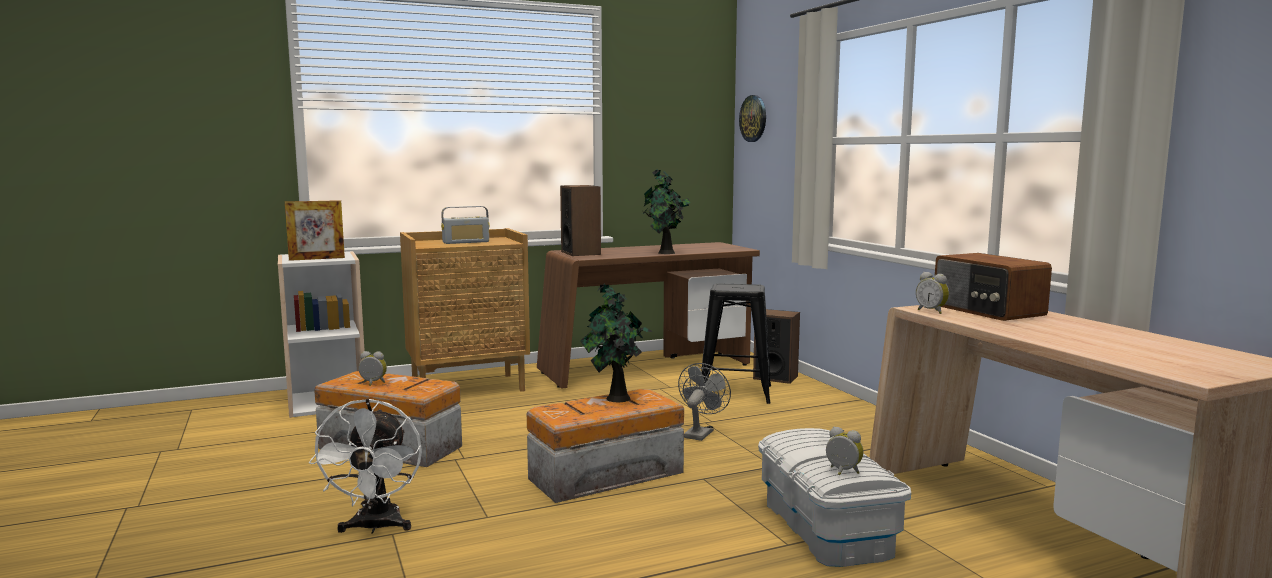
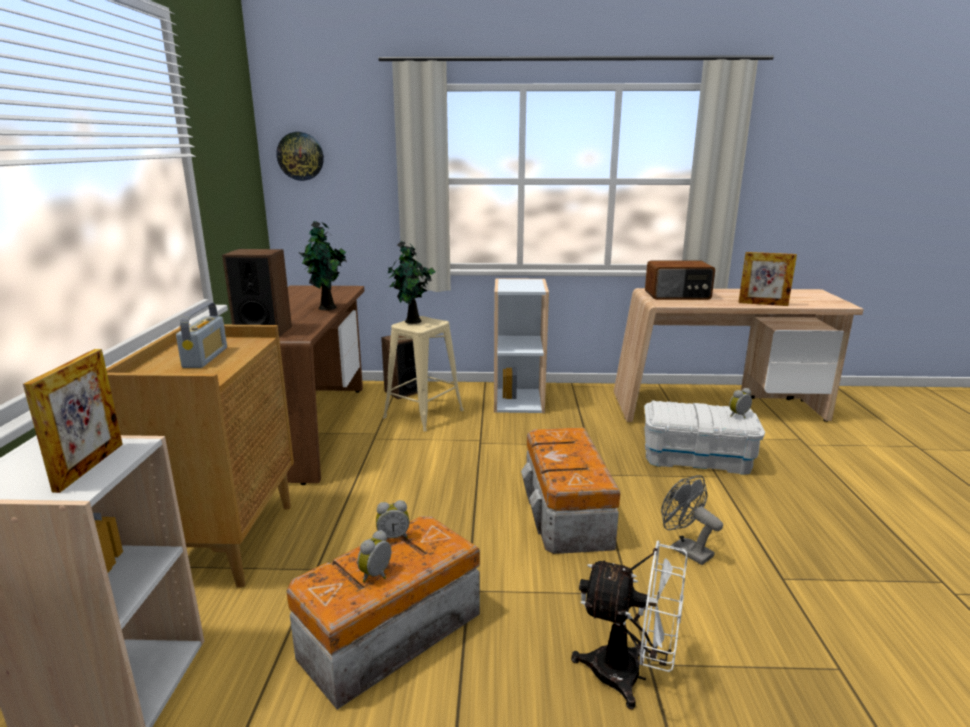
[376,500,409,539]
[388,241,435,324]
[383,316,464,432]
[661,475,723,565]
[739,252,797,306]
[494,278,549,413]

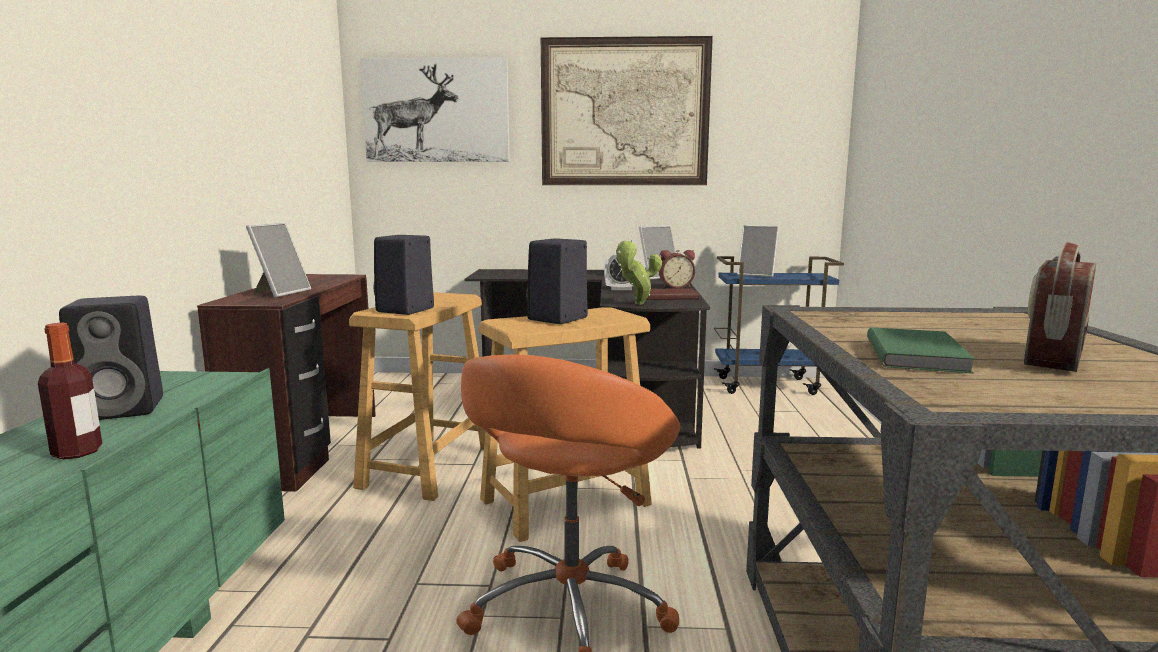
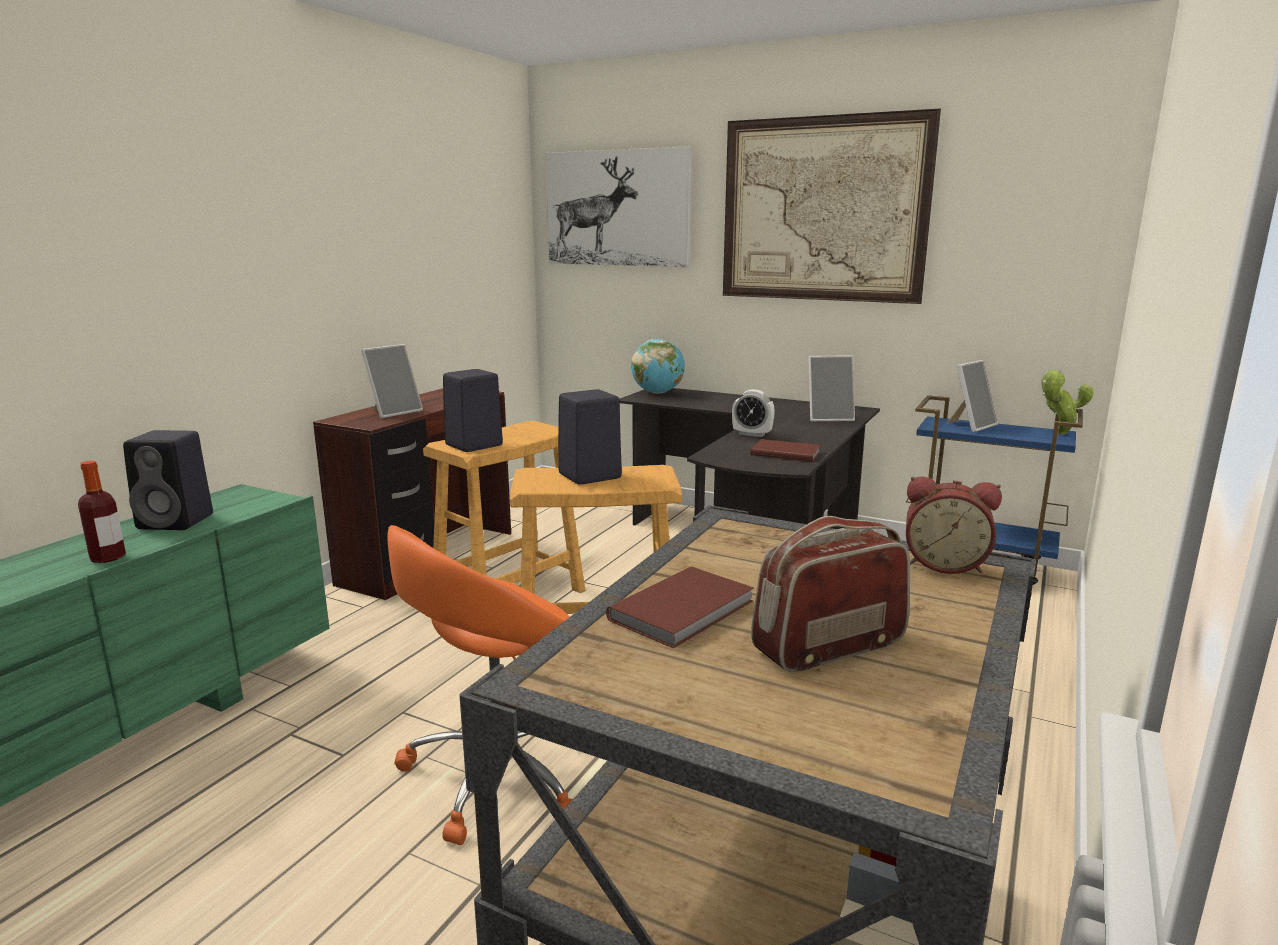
[947,360,998,432]
[1042,370,1094,435]
[906,476,1002,574]
[606,566,754,648]
[631,339,685,394]

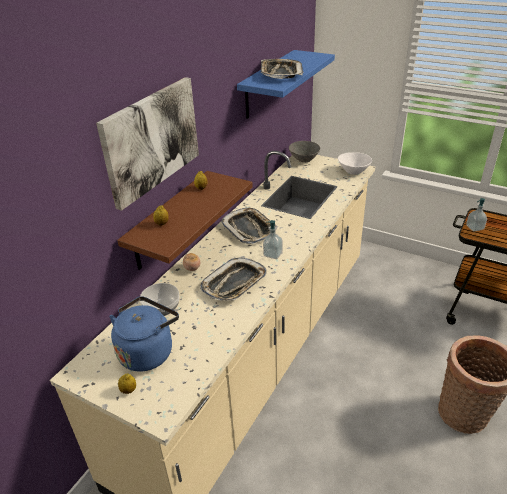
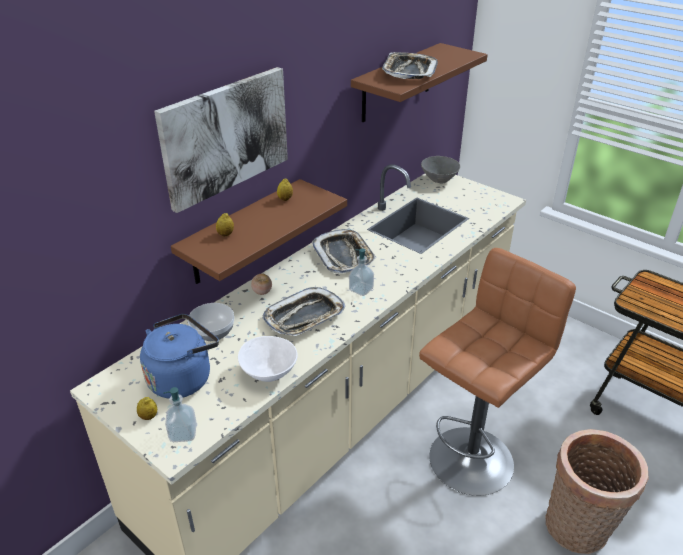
[351,43,488,122]
[238,336,298,382]
[163,387,197,442]
[419,248,576,496]

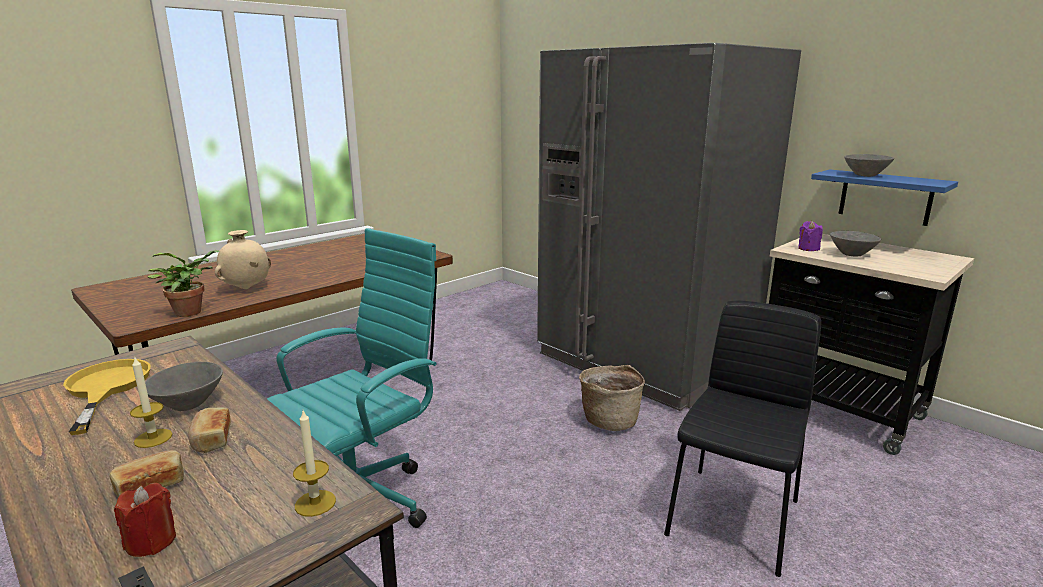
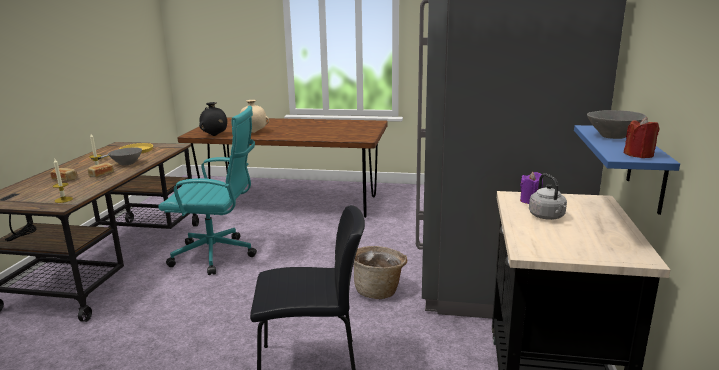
[529,174,567,220]
[199,102,228,136]
[624,117,660,158]

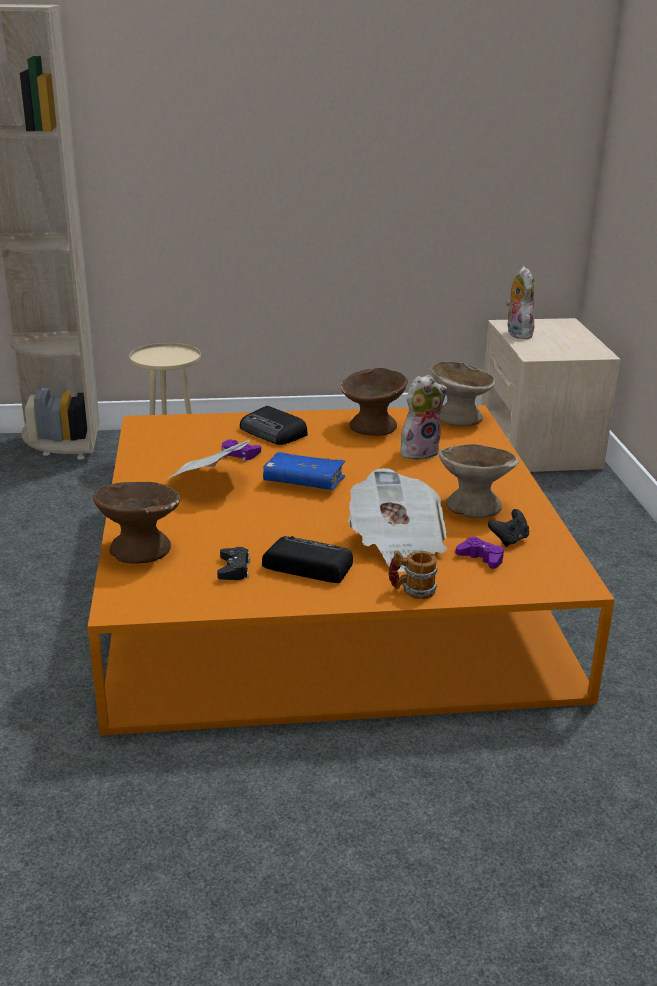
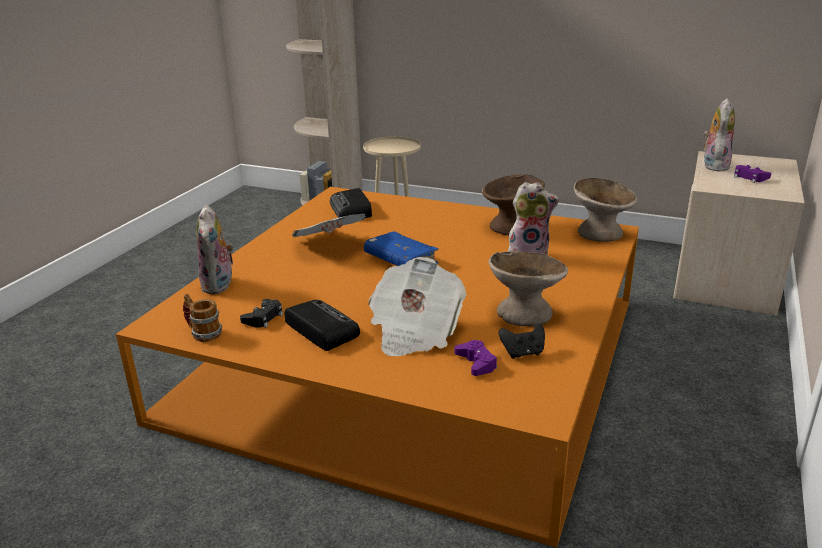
[330,188,372,218]
[734,165,771,183]
[196,205,234,294]
[183,294,222,342]

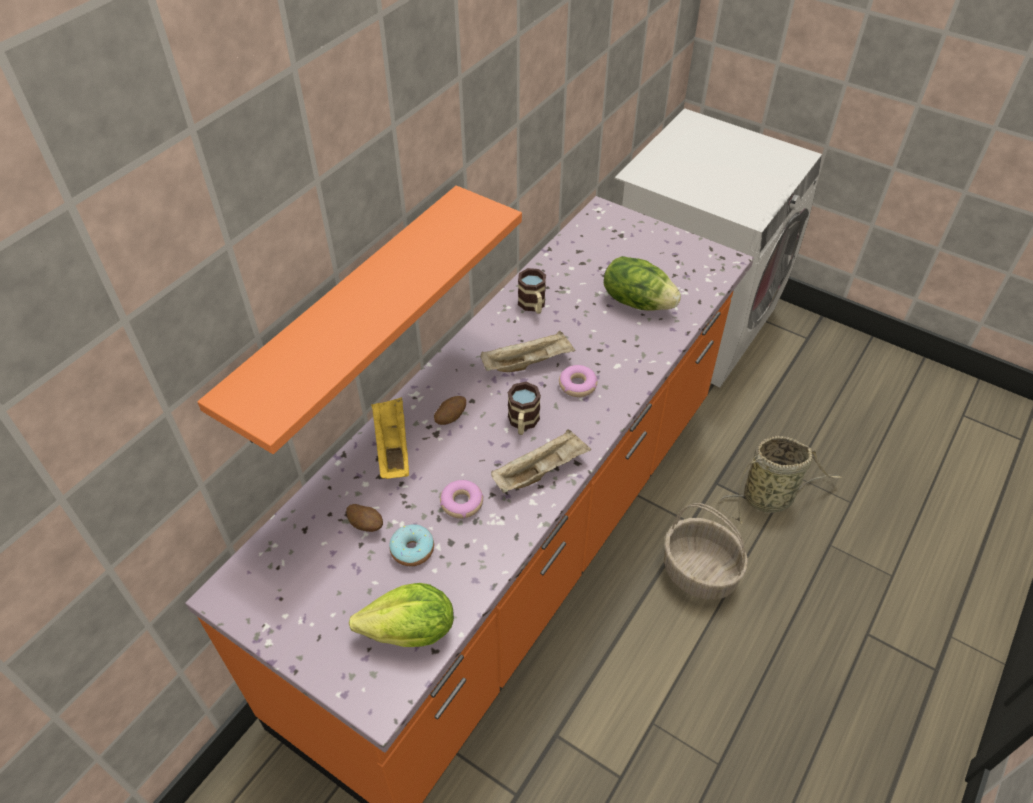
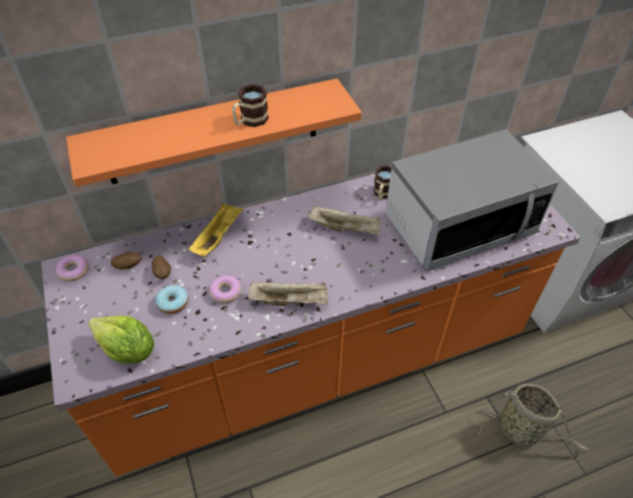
[386,129,559,271]
[56,255,89,281]
[232,84,269,127]
[111,252,142,270]
[664,503,748,600] (first image)

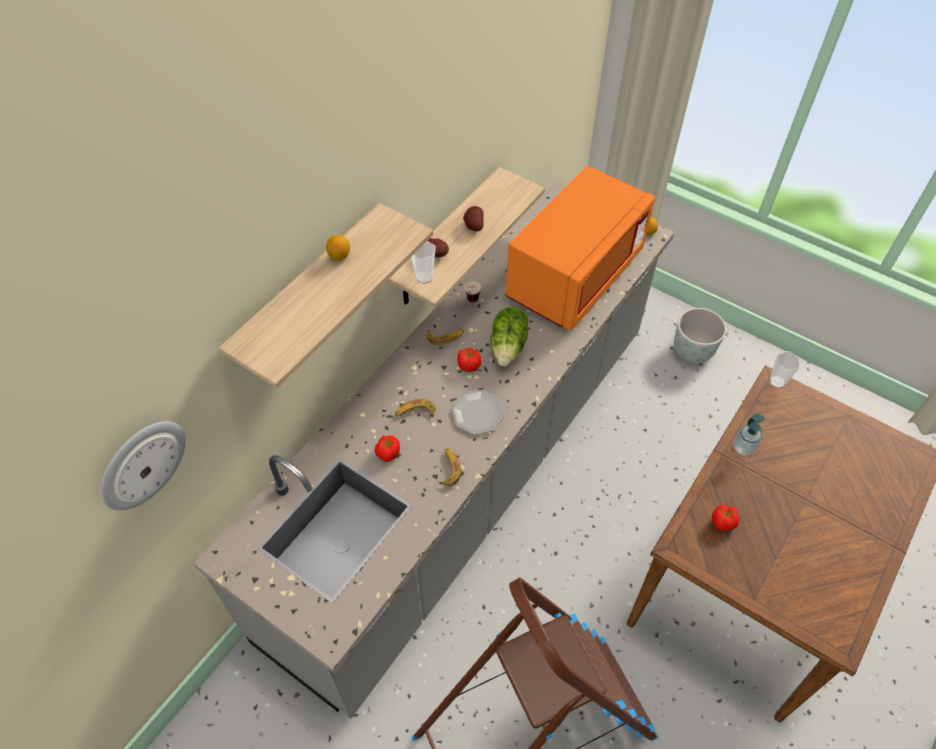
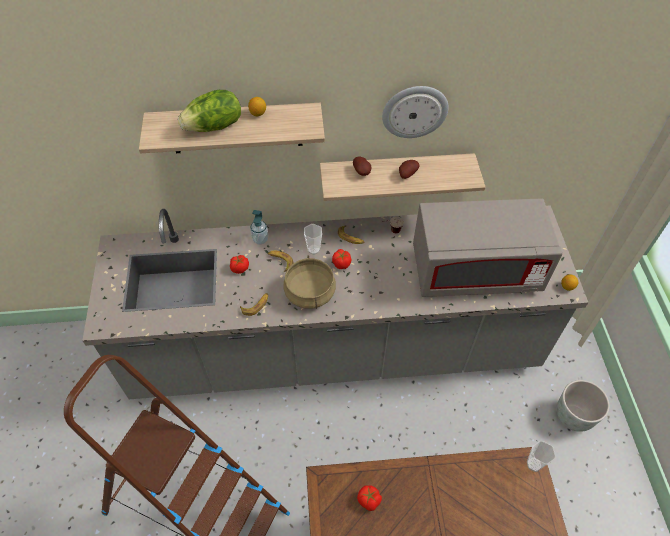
[413,199,563,297]
[304,224,322,255]
[178,90,241,132]
[283,255,336,309]
[250,210,268,245]
[382,86,449,138]

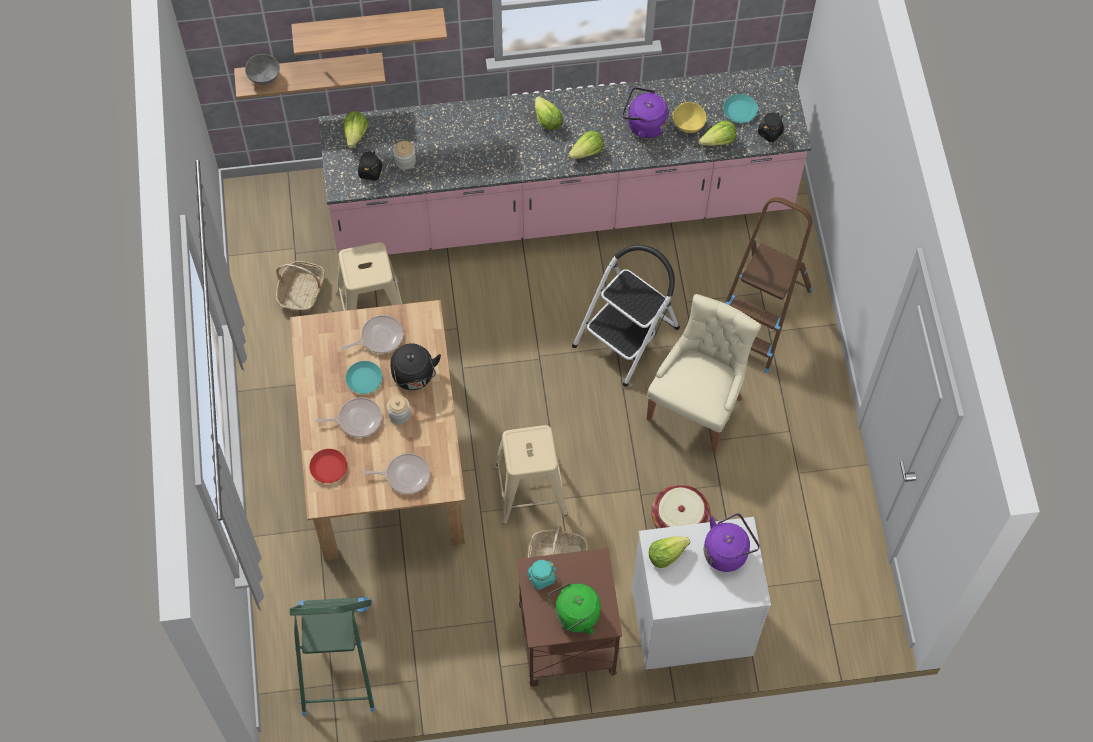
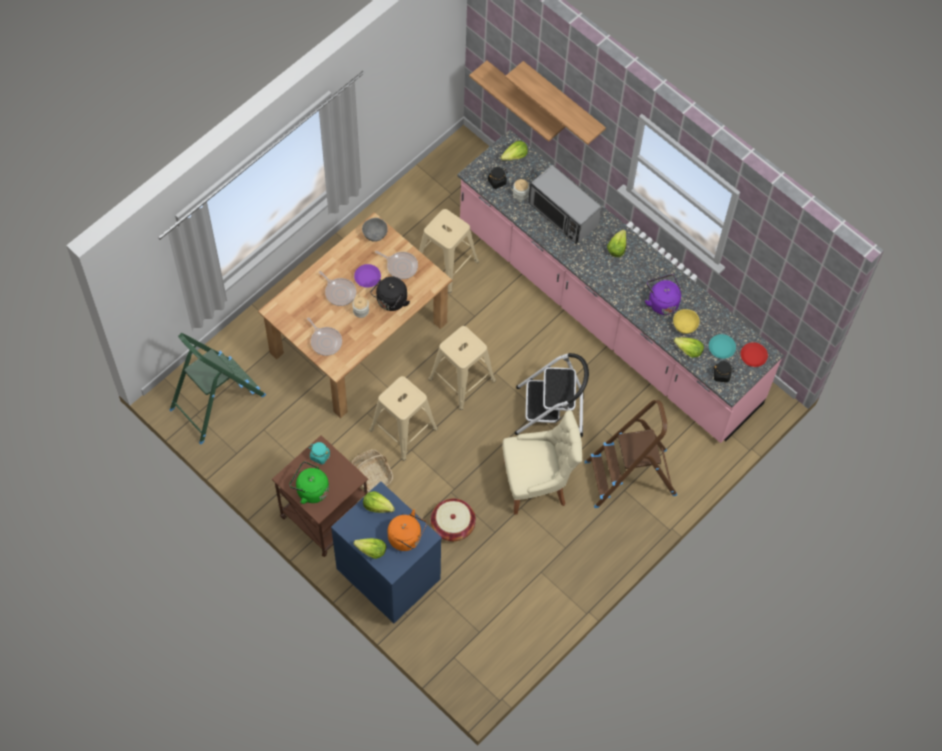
[362,218,388,242]
[354,538,386,559]
[276,261,324,313] (first image)
[354,264,381,288]
[740,342,768,367]
[388,509,427,551]
[331,481,442,624]
[528,165,602,244]
[428,326,496,410]

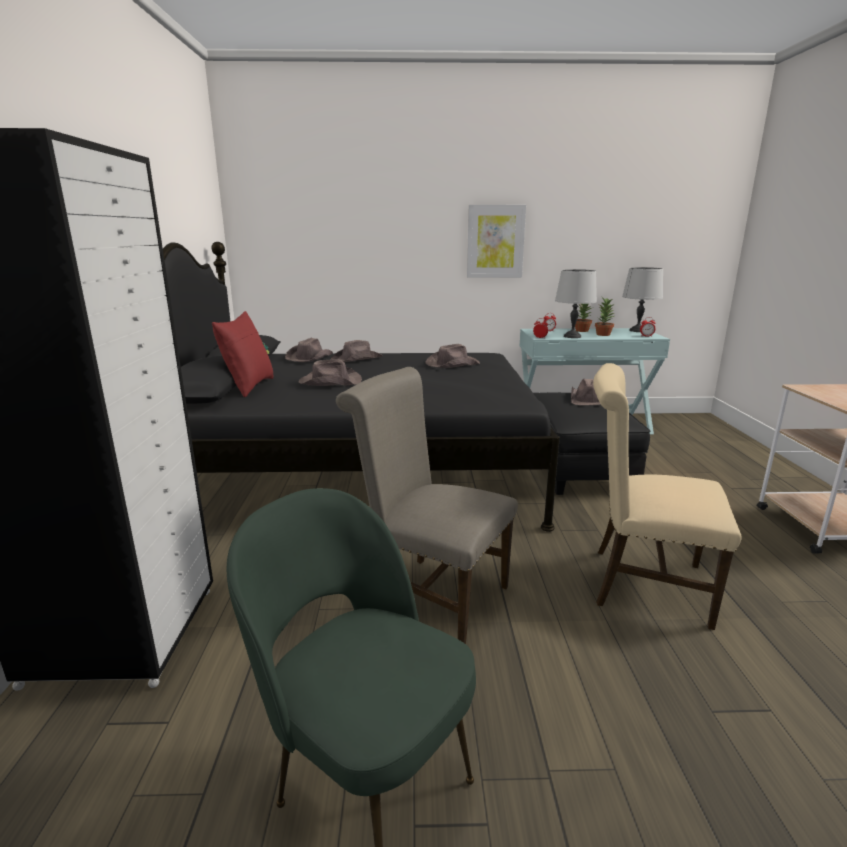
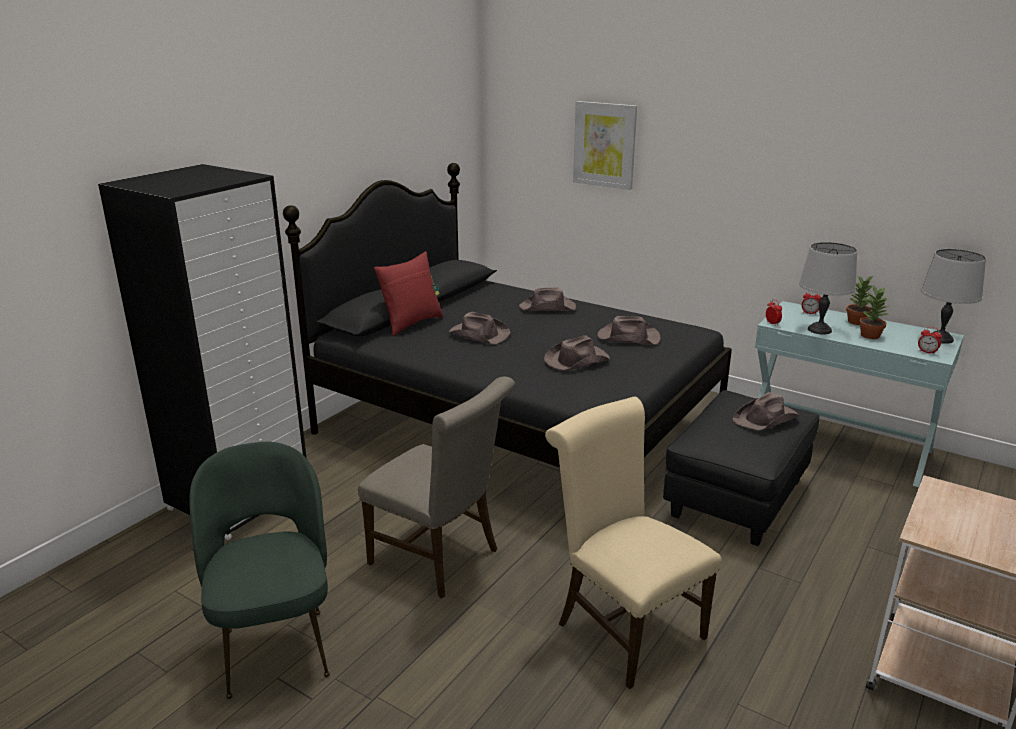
[573,101,637,190]
[544,335,610,370]
[358,377,515,598]

